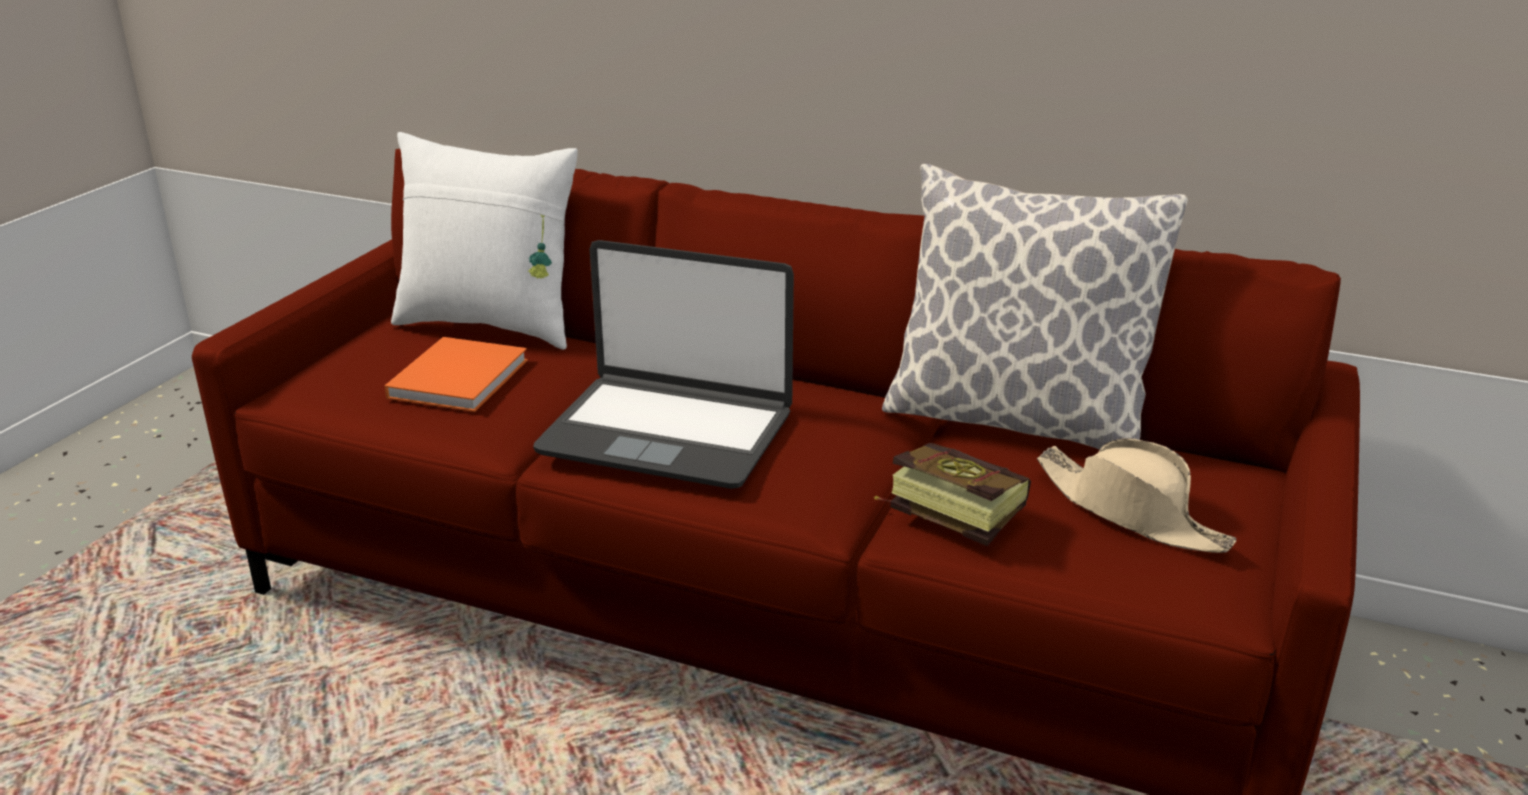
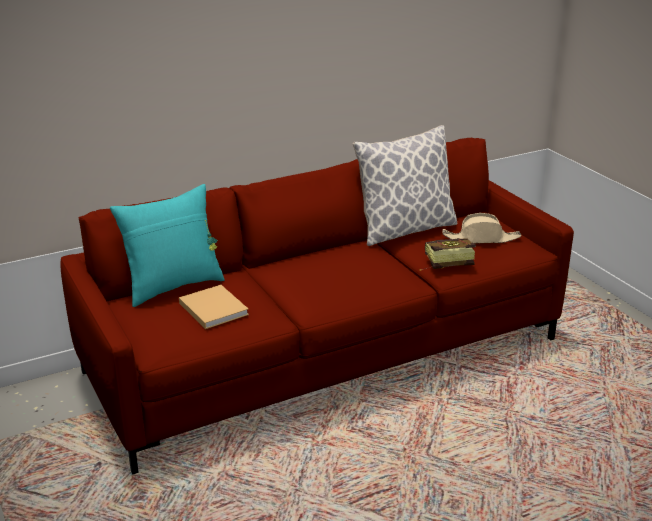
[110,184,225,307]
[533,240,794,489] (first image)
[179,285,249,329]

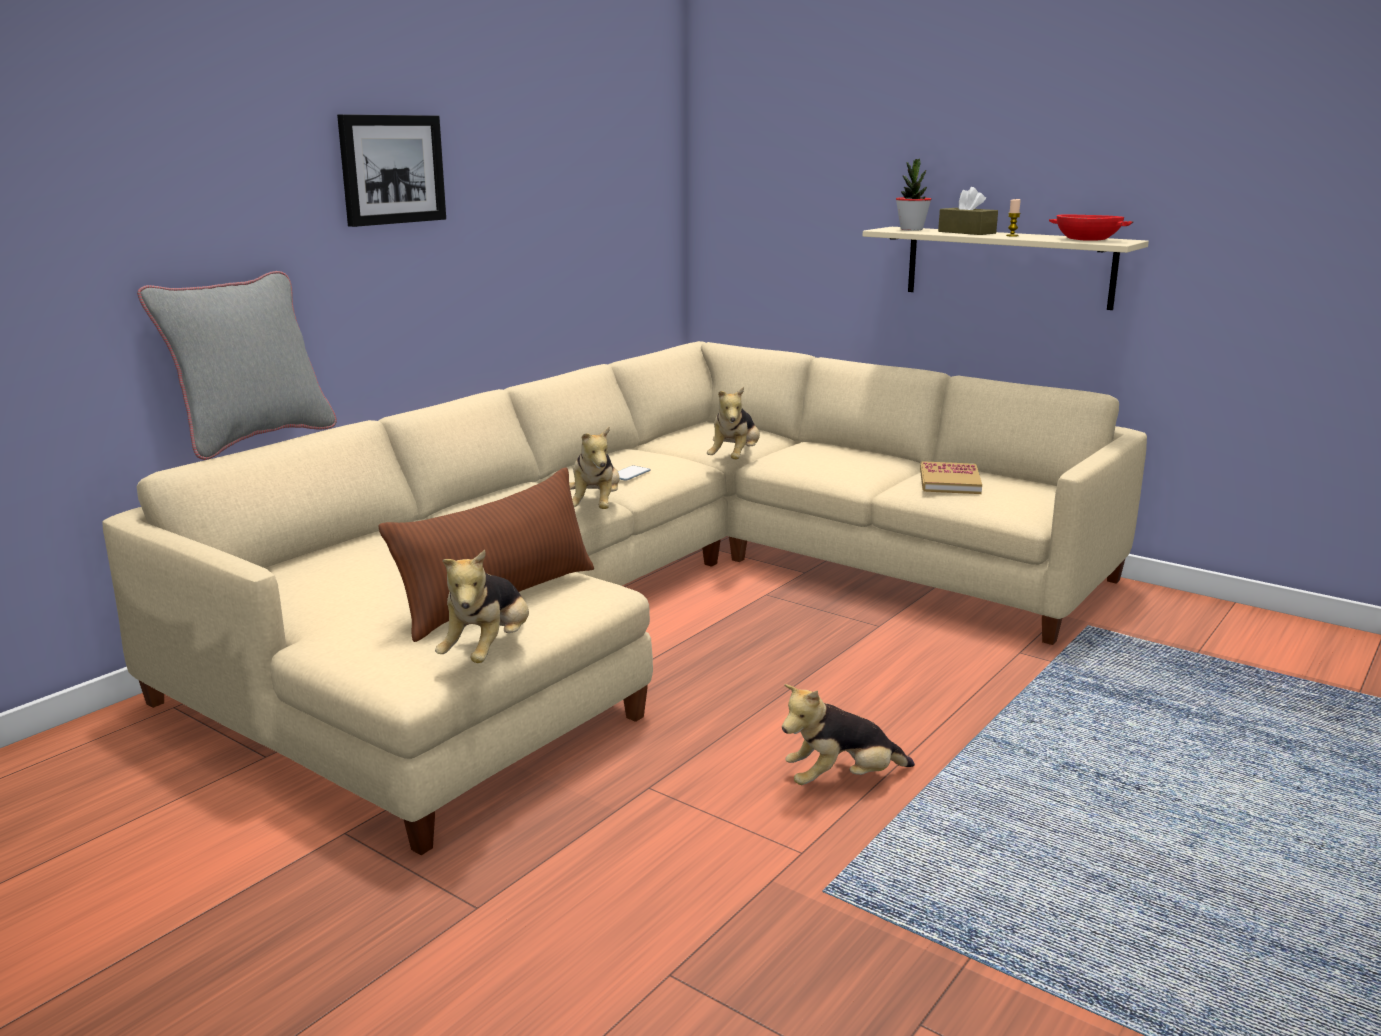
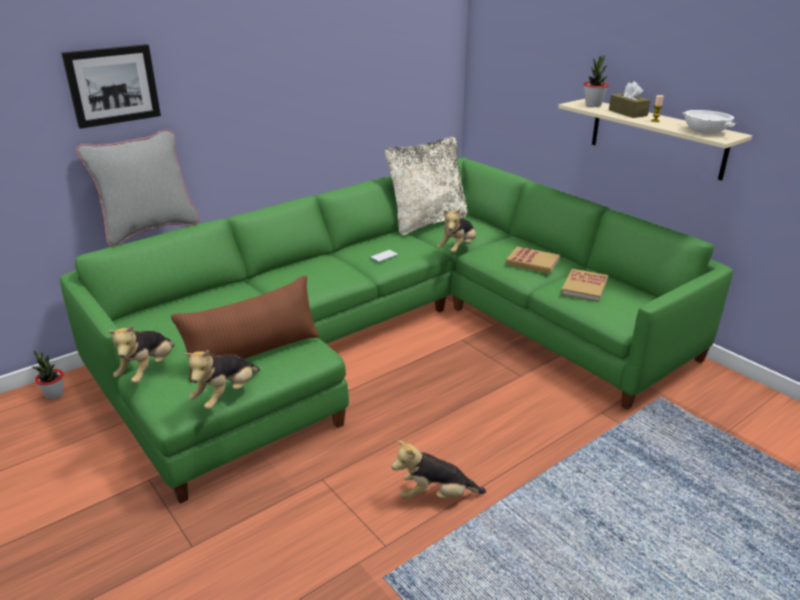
[62,44,161,129]
[682,110,737,134]
[60,157,733,504]
[107,325,174,384]
[385,136,467,235]
[506,247,560,274]
[32,350,64,399]

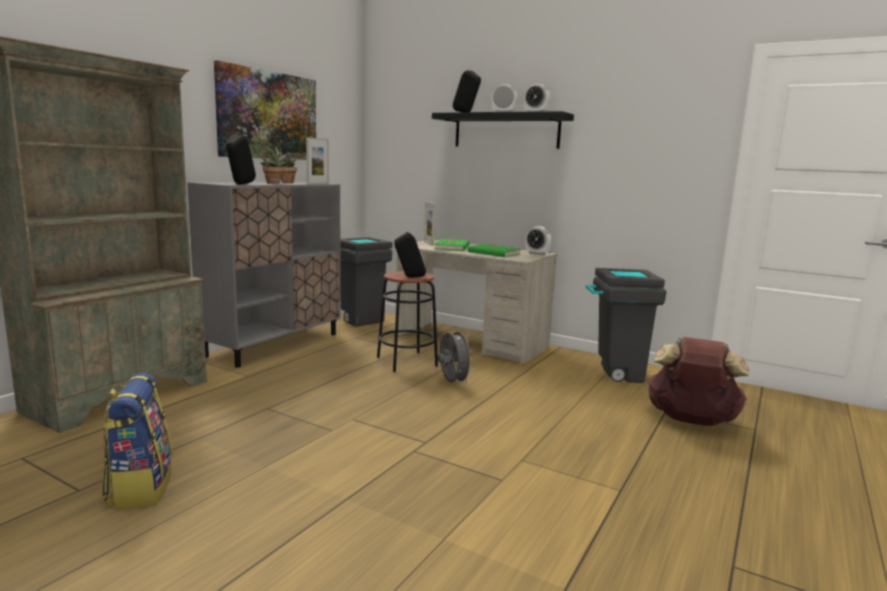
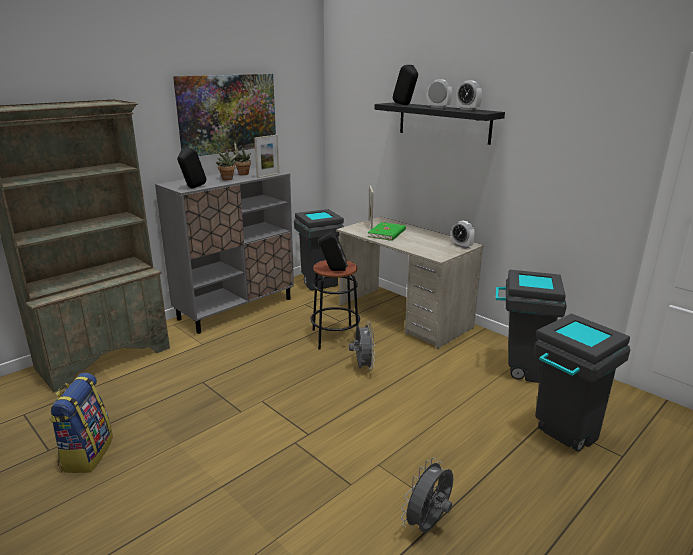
[468,244,521,257] (first image)
[534,314,630,452]
[401,457,453,533]

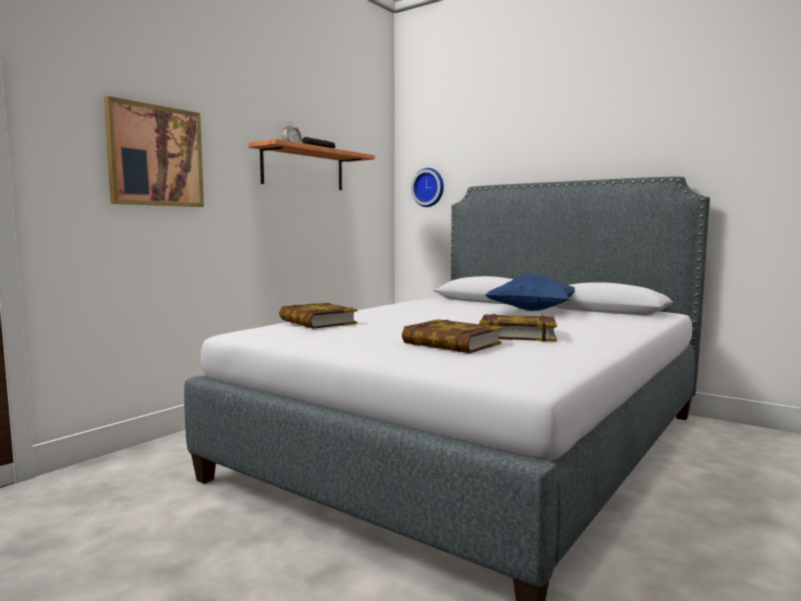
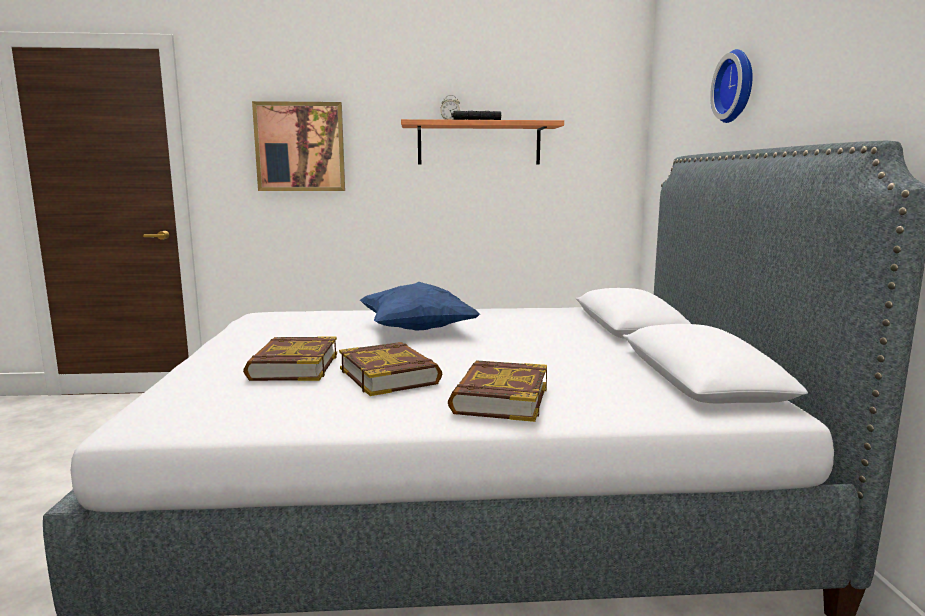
[710,49,753,123]
[359,282,480,331]
[448,360,547,422]

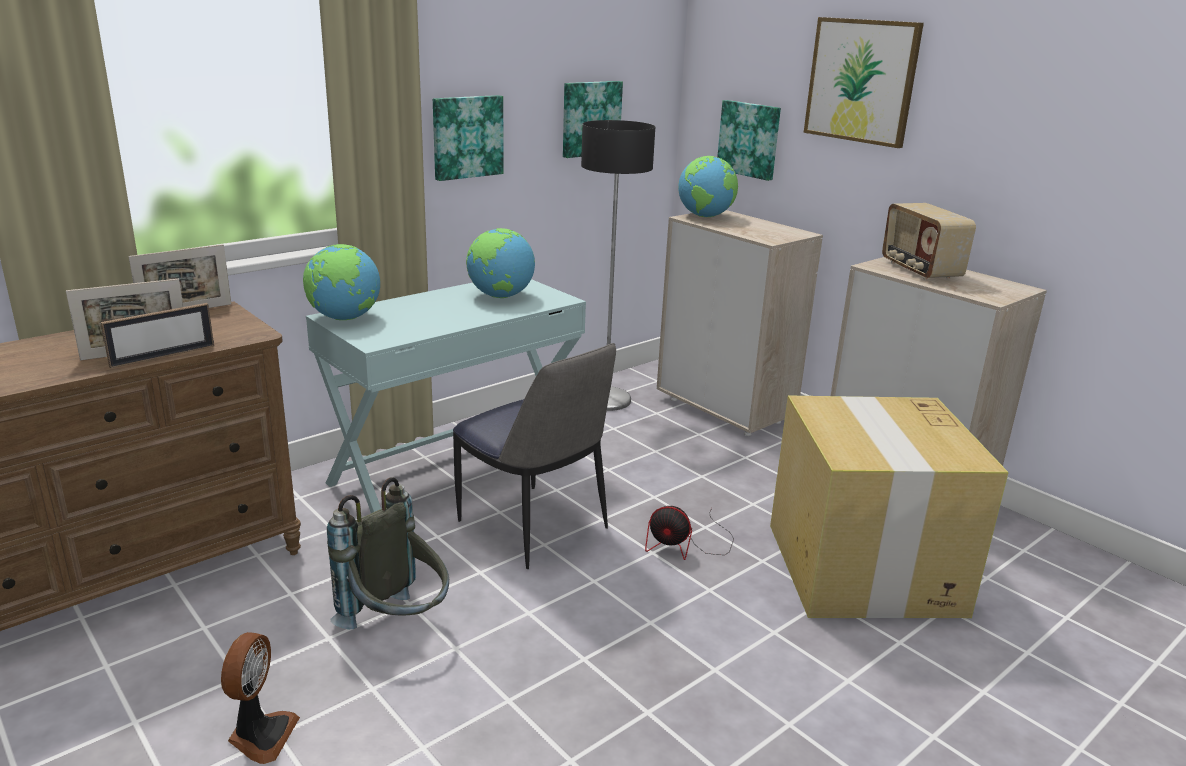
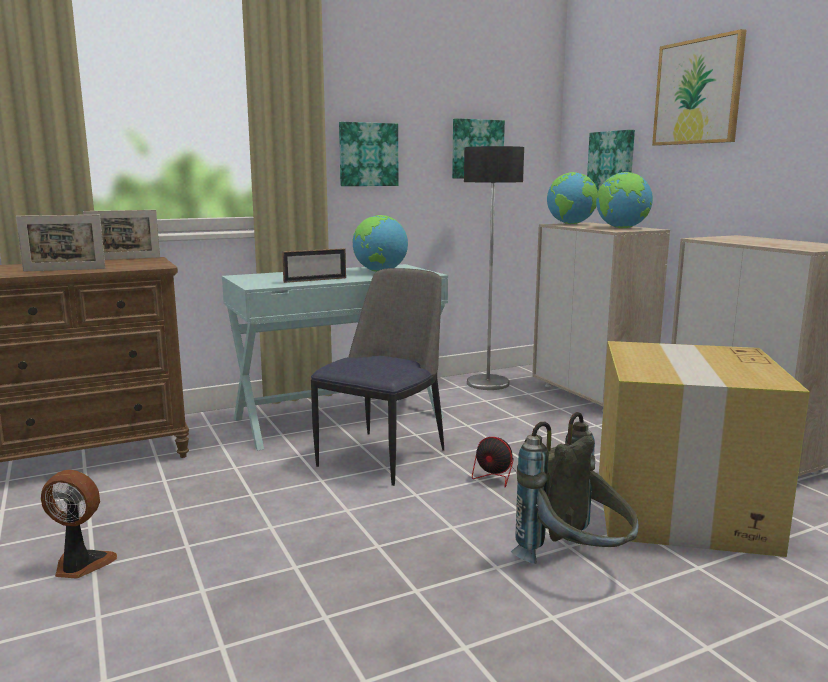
[882,203,976,280] (first image)
[596,172,653,228]
[282,248,346,283]
[311,268,444,486]
[511,412,639,564]
[41,470,117,579]

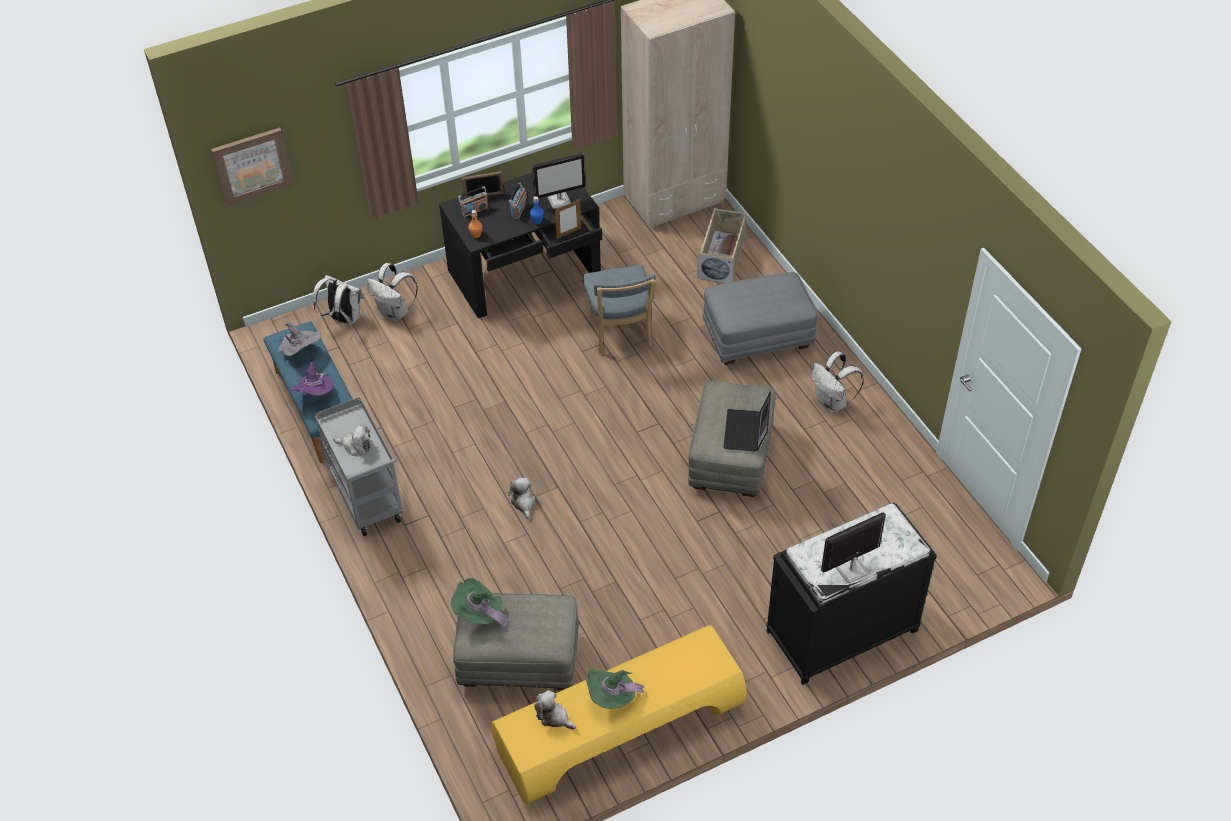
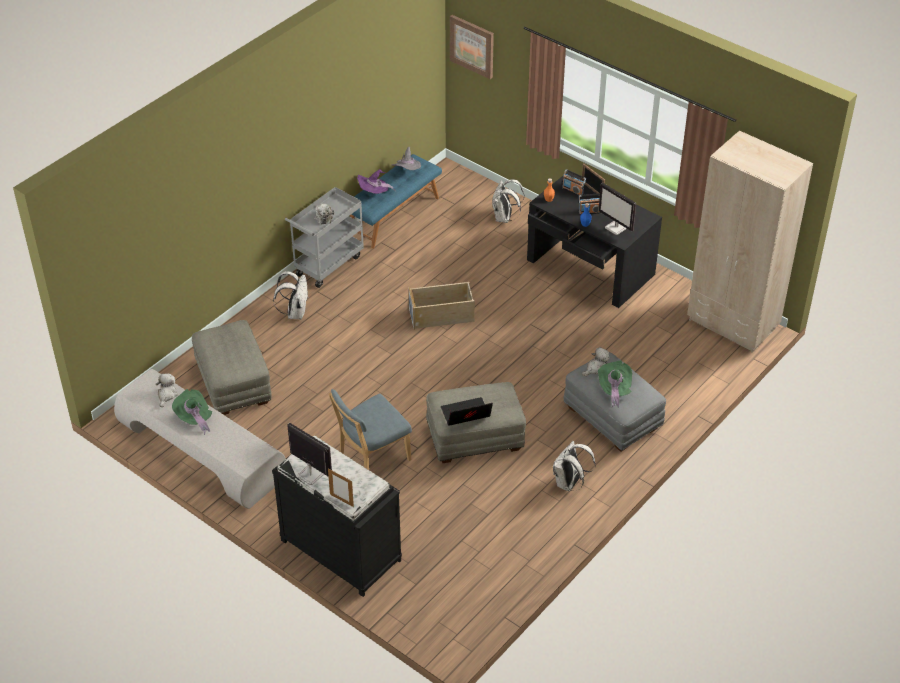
[328,469,354,507]
[408,282,475,330]
[329,389,412,470]
[273,271,308,320]
[582,347,610,376]
[598,360,632,408]
[114,369,286,509]

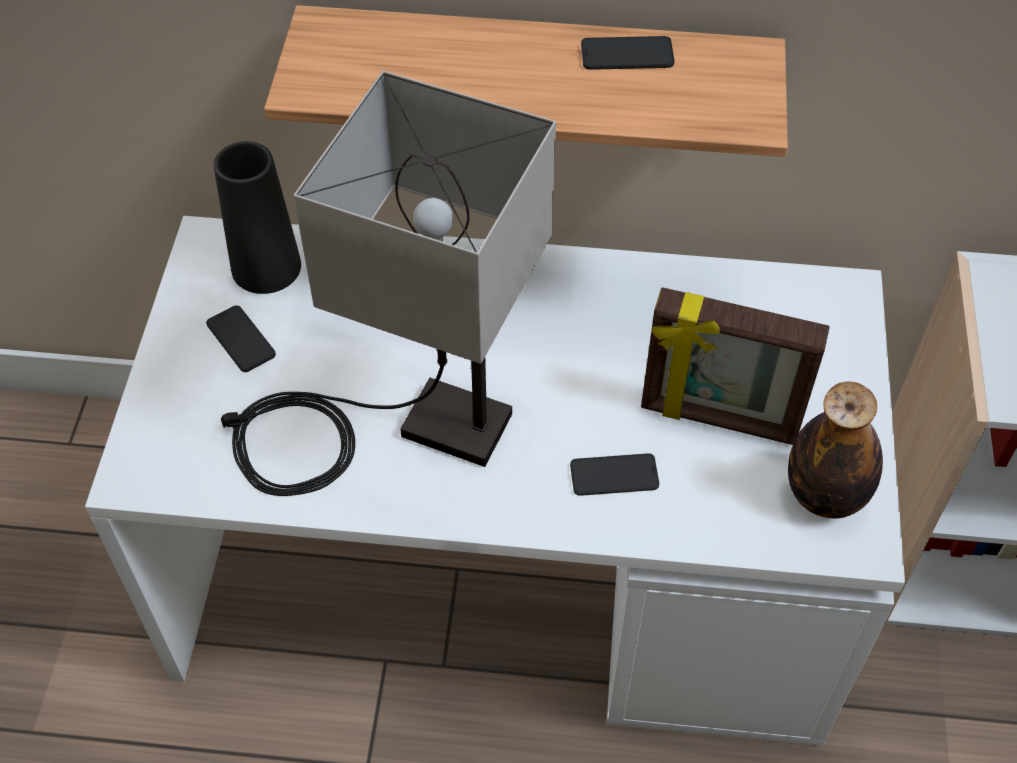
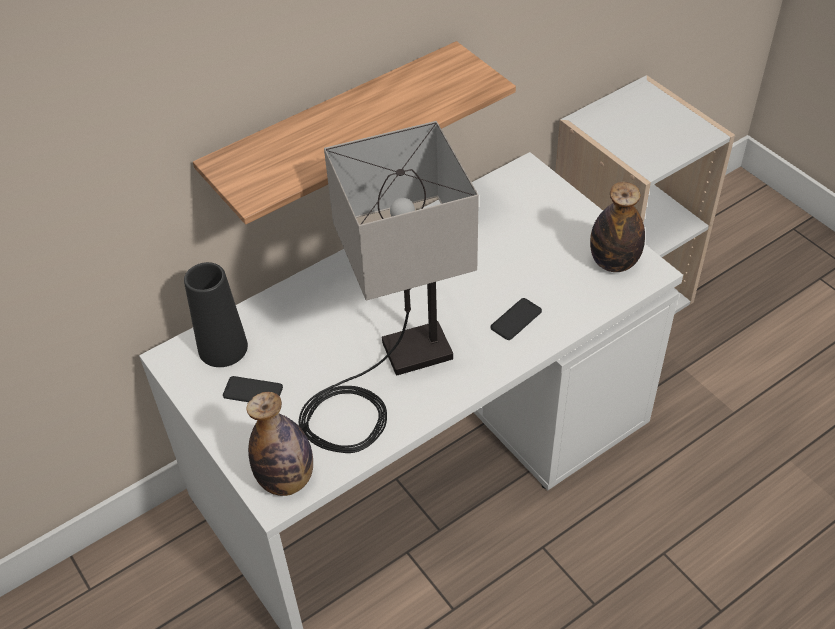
[581,36,674,70] (first image)
[641,287,830,445] (first image)
[247,392,313,496]

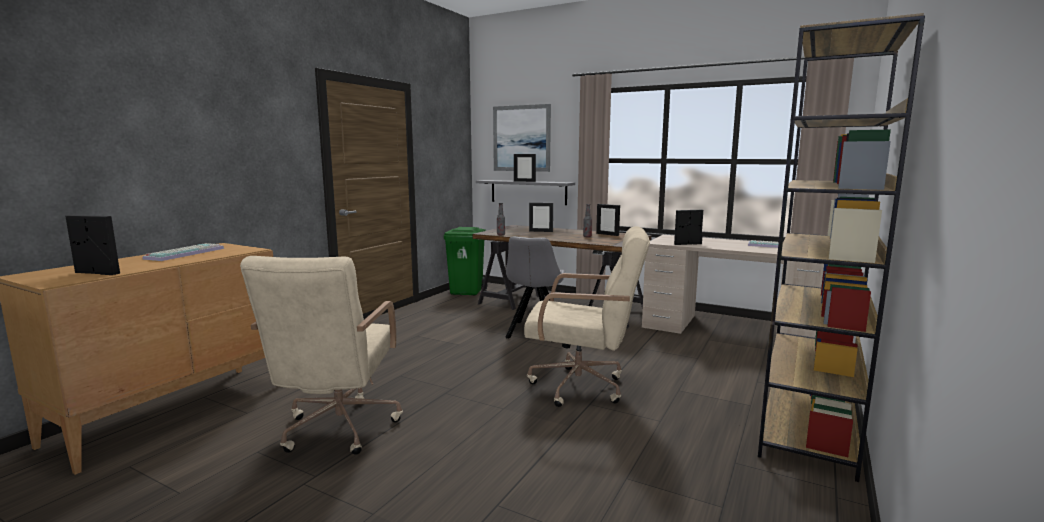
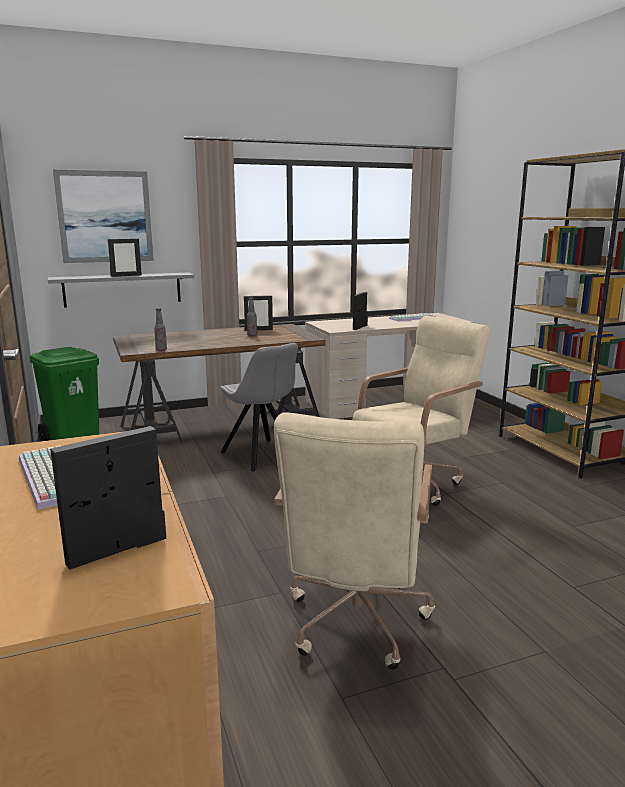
[529,202,553,232] (first image)
[274,412,435,670]

